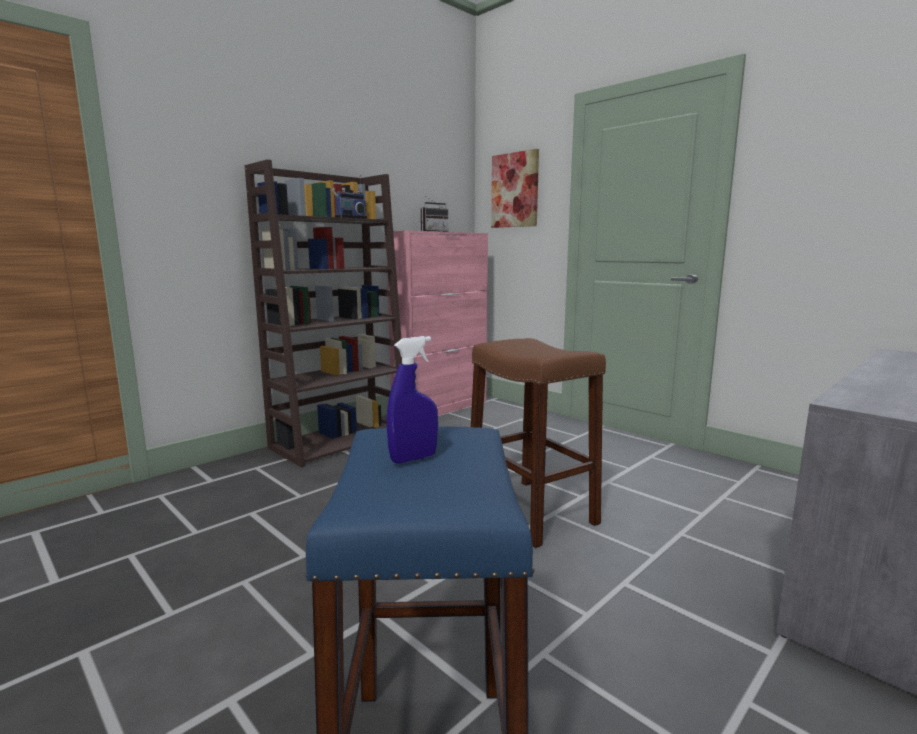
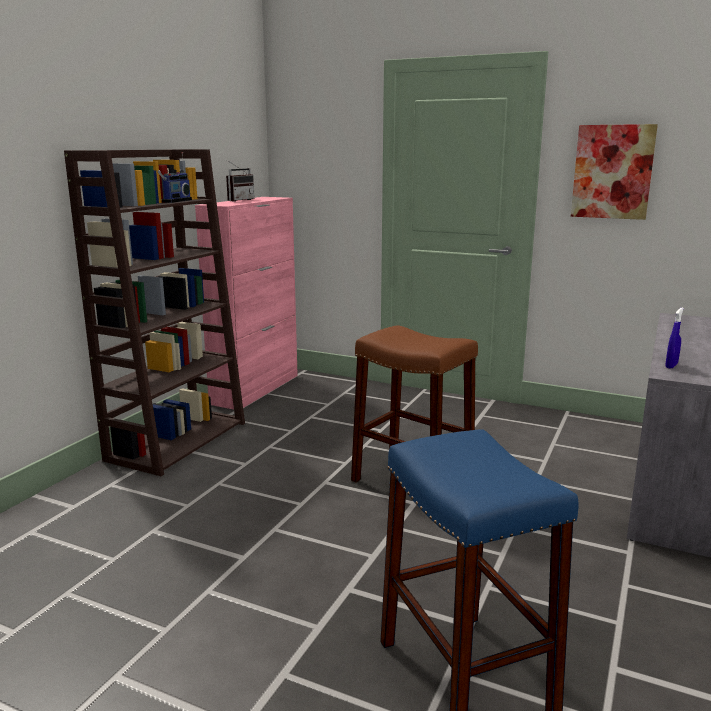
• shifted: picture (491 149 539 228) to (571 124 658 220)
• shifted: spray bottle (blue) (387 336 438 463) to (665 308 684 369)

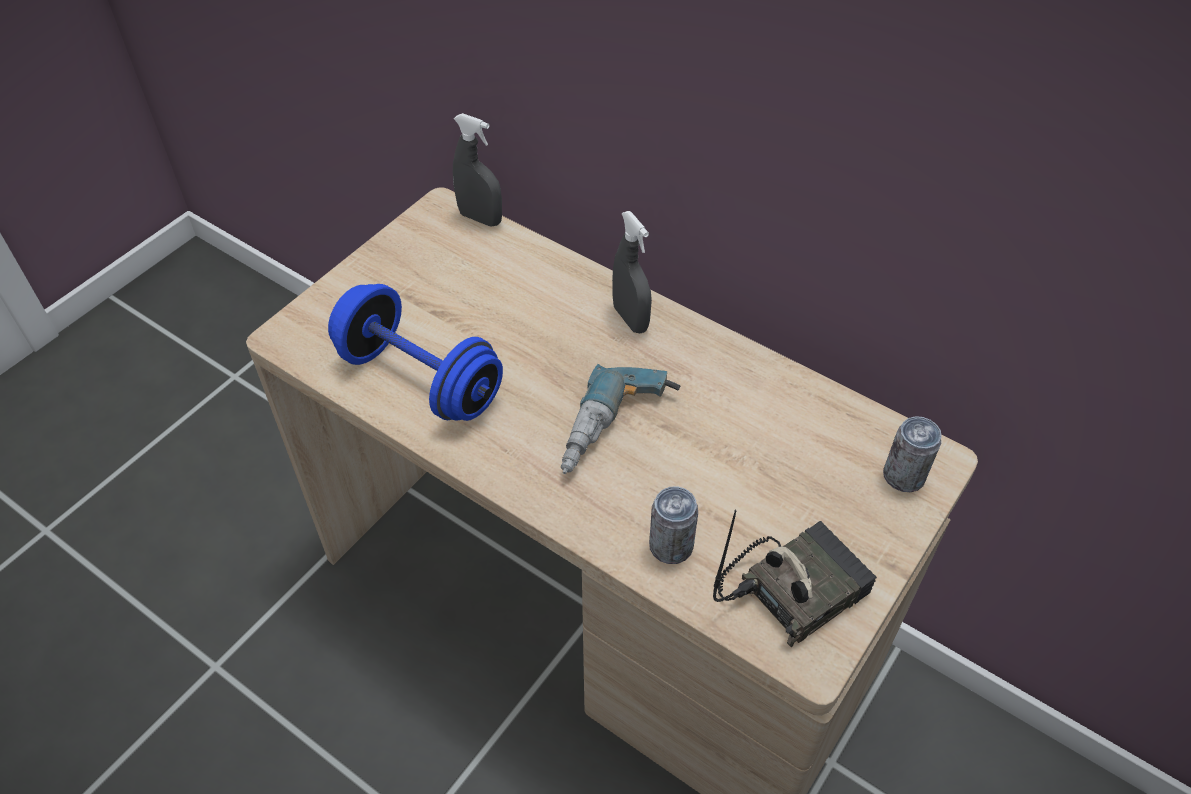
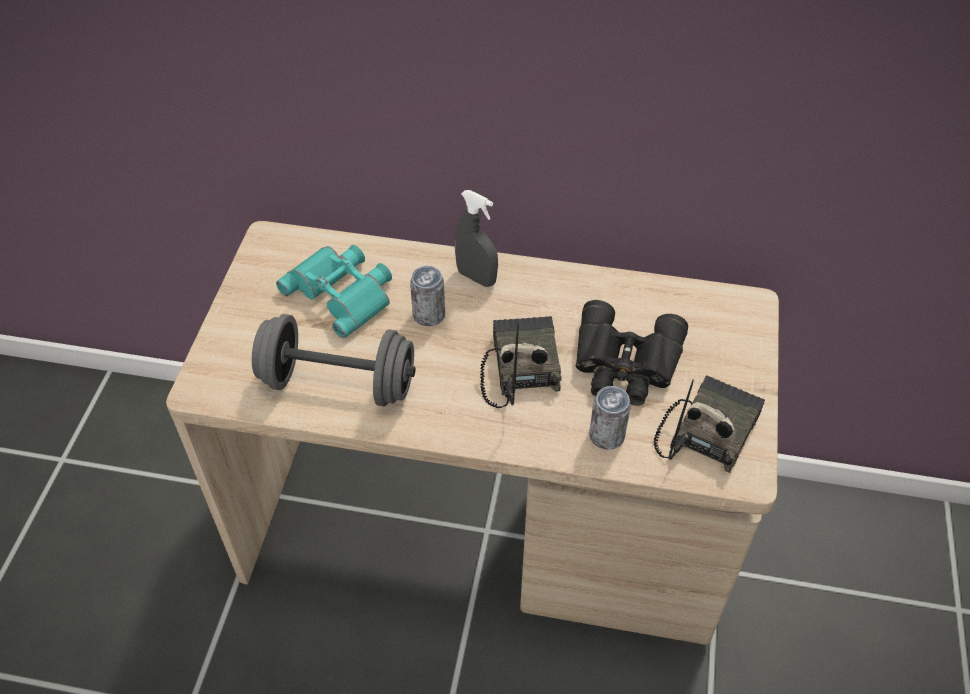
• gone: spray bottle (grey) (453 113 502 226)
• repainted: dumbbell (blue) (328 284 503 421) to dumbbell (grey) (252 314 416 406)
• swapped: power drill (561 364 680 474) to radio (480 316 562 408)
• shifted: can (883 416 942 492) to (410 266 445 326)
• new: binoculars (turquoise) (276 245 392 338)
• new: binoculars (black) (576 300 688 405)

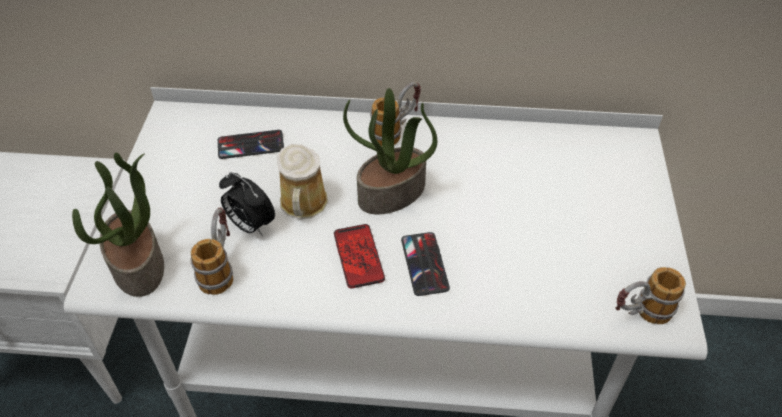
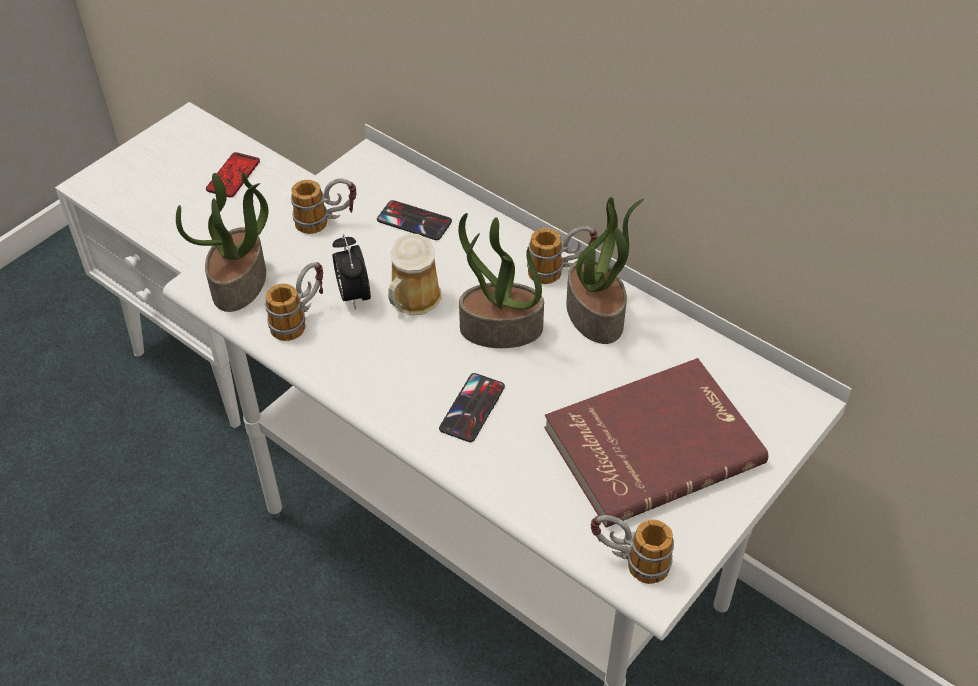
• shifted: phone (334 224 385 289) to (206 152 260 198)
• new: mug (291 178 357 234)
• new: potted plant (566 197 644 344)
• new: book (red) (544 358 768 528)

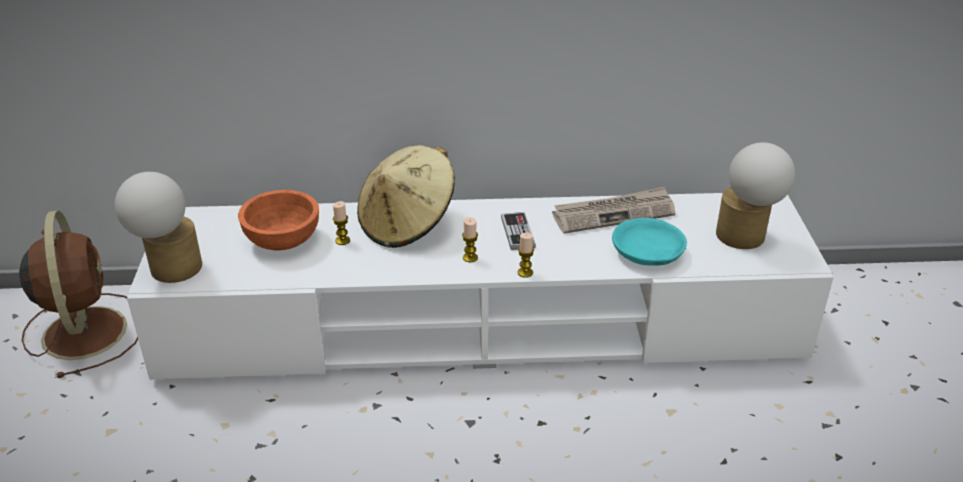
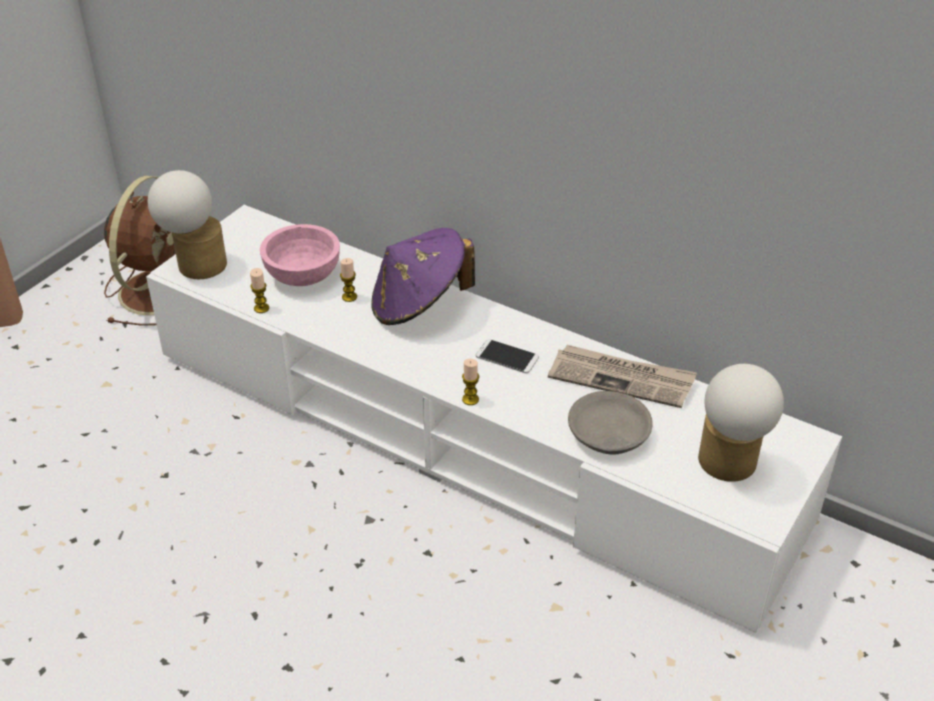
• repainted: hat (beige) (357 145 455 248) to hat (purple) (371 228 475 325)
• repainted: bowl (orange) (238 190 319 250) to bowl (pink) (260 224 340 286)
• swapped: game controller (501 212 536 250) to phone (476 339 539 373)
• shifted: candle (462 217 478 262) to (250 268 269 313)
• repainted: bowl (turquoise) (612 218 687 266) to bowl (grey) (568 391 653 455)

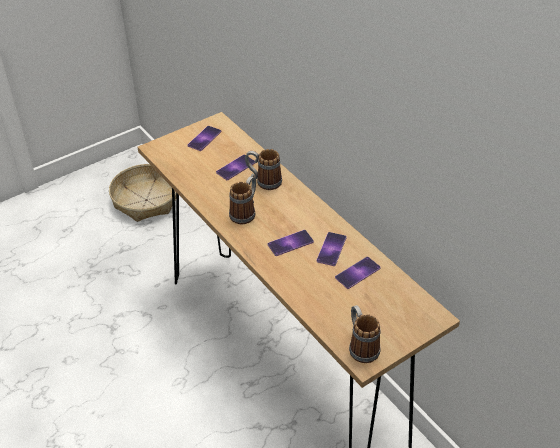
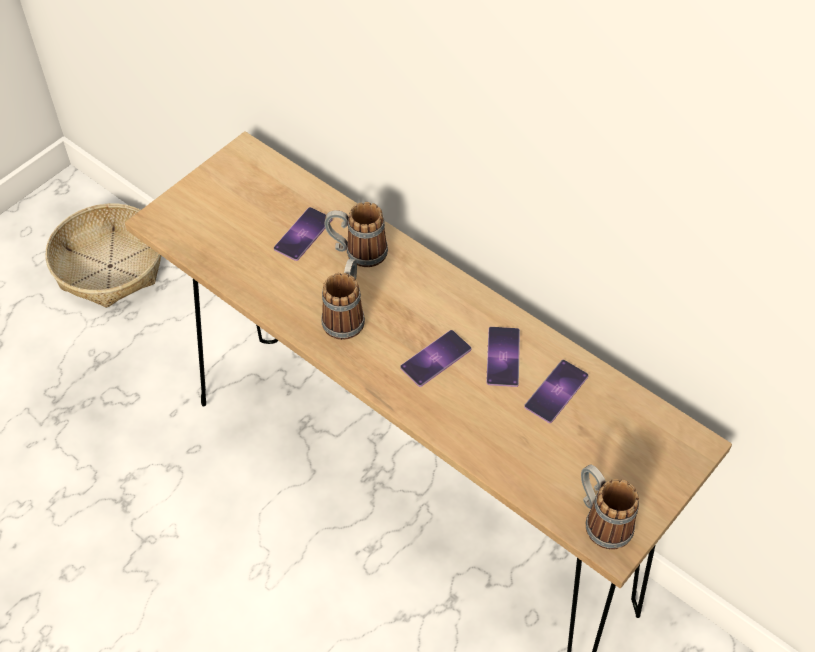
• gone: phone (188 126 221 151)

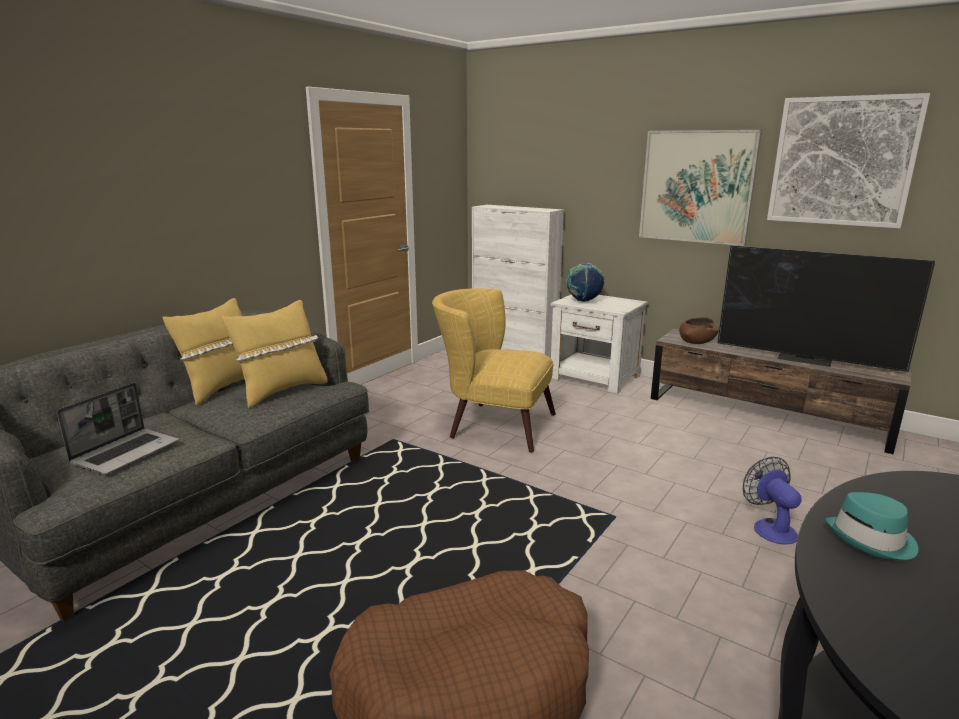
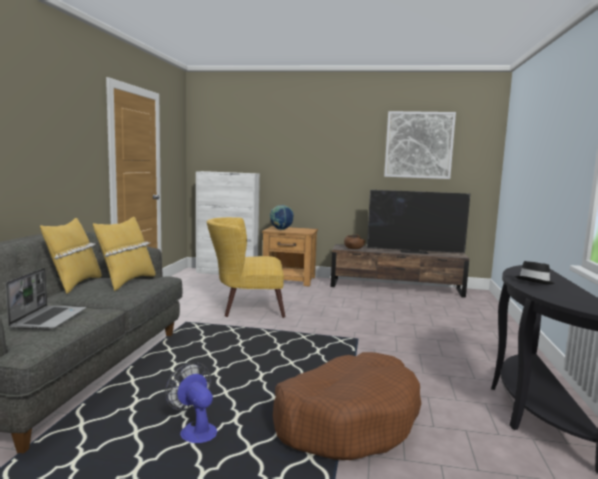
• gone: picture (639 130 762 246)
• repainted: nightstand (white) (551 295 648 394) to nightstand (brown) (262 226 318 287)
• shifted: fan (743 457 802 545) to (165 362 217 443)
• repainted: hat (turquoise) (825 492 918 560) to hat (black) (515 261 555 284)

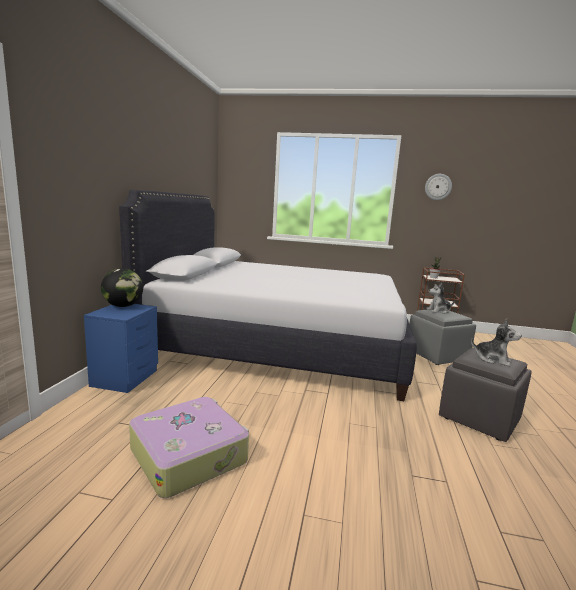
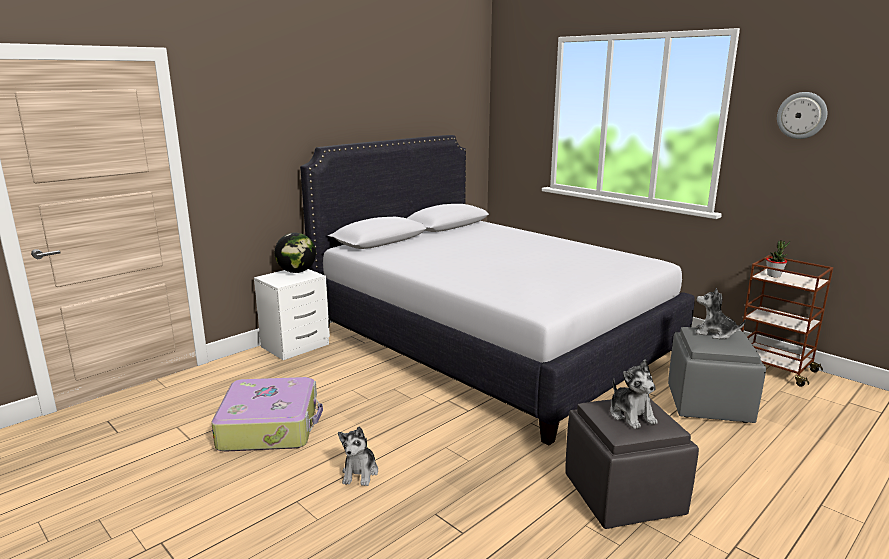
• repainted: nightstand (blue) (84 304 158 393) to nightstand (white) (254 269 330 360)
• new: plush toy (338 426 378 486)

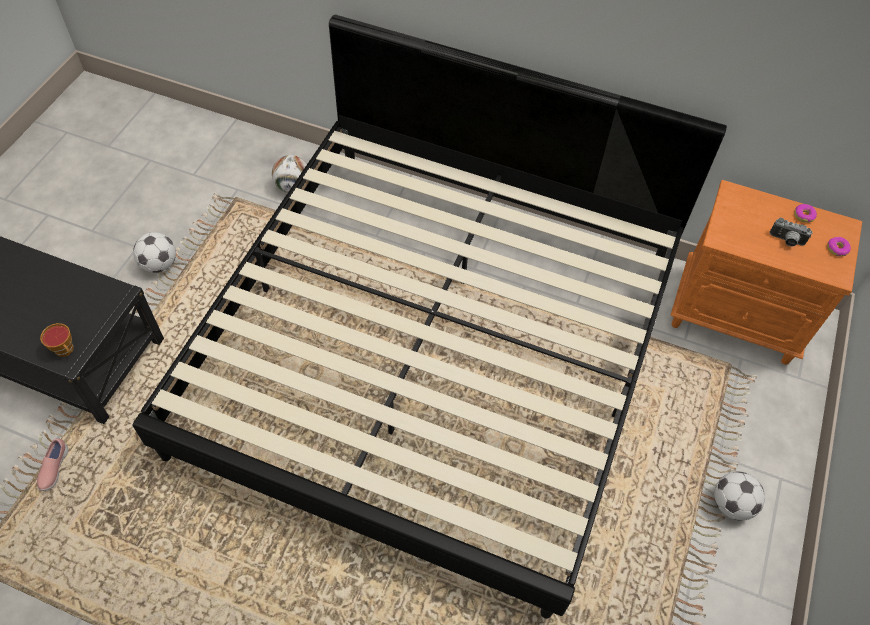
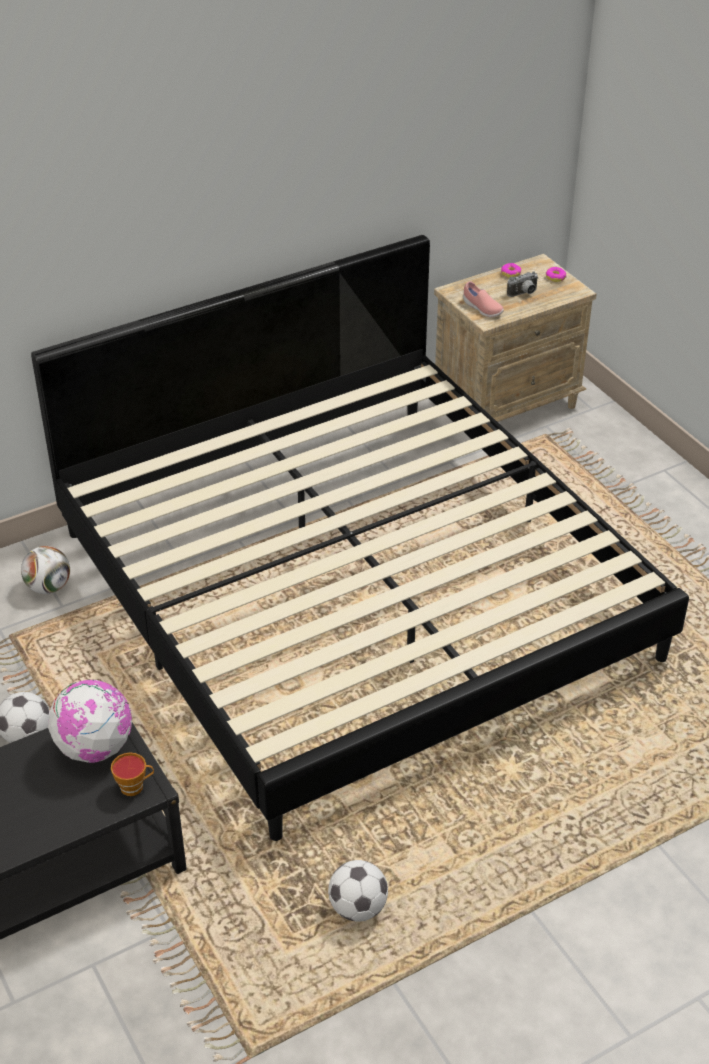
• repainted: nightstand (orange) (670 180 862 365) to nightstand (beige) (434 254 597 422)
• shifted: shoe (pink) (37 439 68 491) to (463 281 504 317)
• shifted: football (714 472 765 521) to (328 860 388 922)
• new: globe (48 680 132 763)

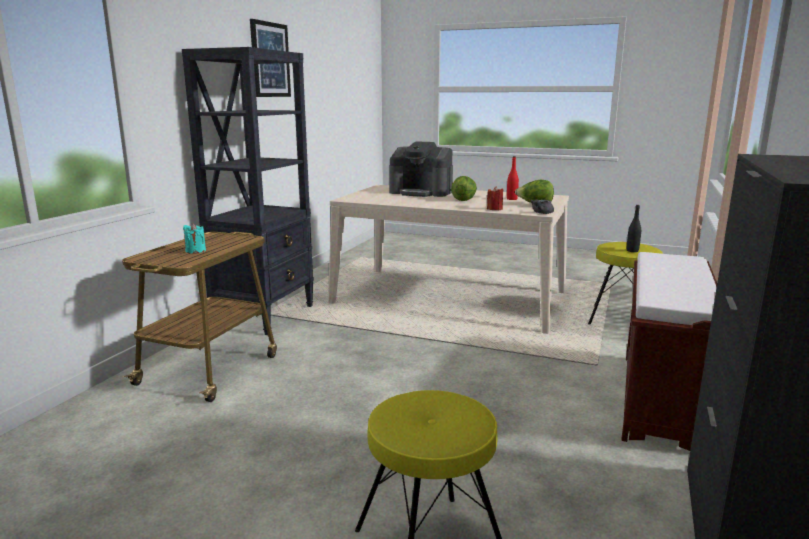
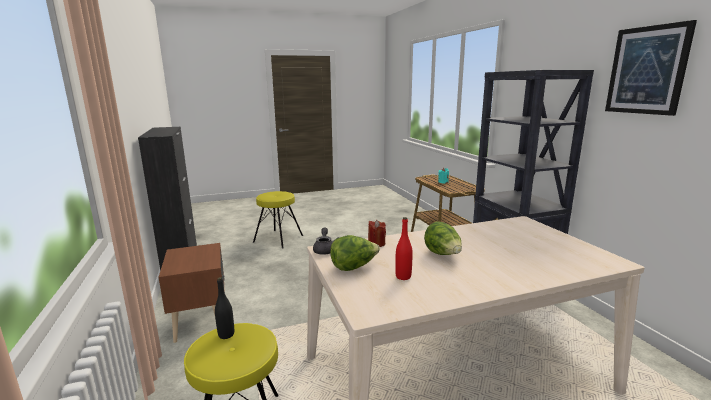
• gone: coffee machine (389 141 453 197)
• swapped: bench (brown) (621 252 717 451) to nightstand (brown) (159 243 225 343)

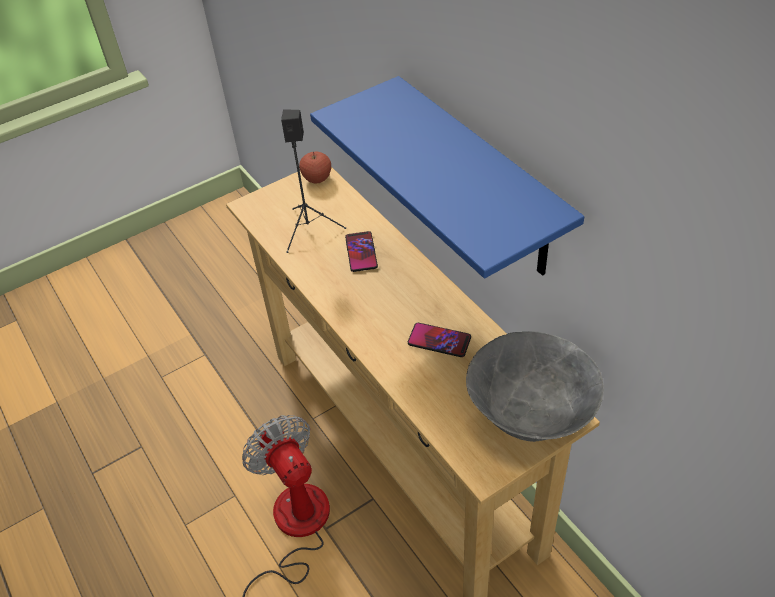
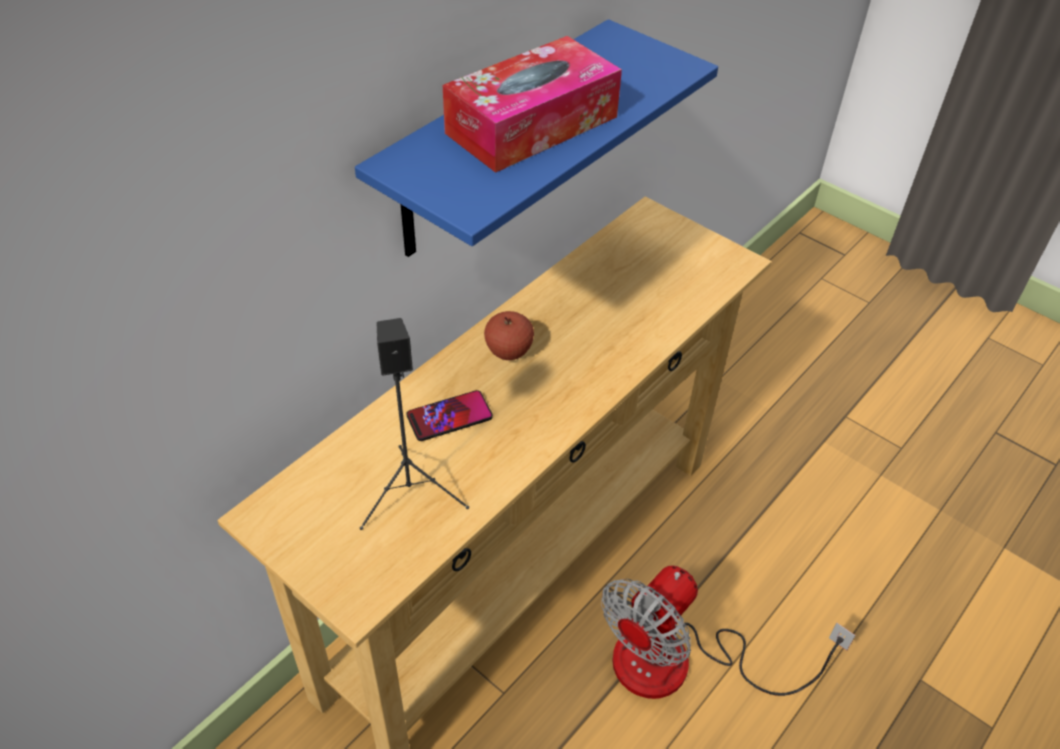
• shifted: apple (299 151 331 184) to (484 311 534 360)
• gone: phone (408 323 471 357)
• gone: bowl (grey) (466 331 604 442)
• new: tissue box (443 36 622 173)

